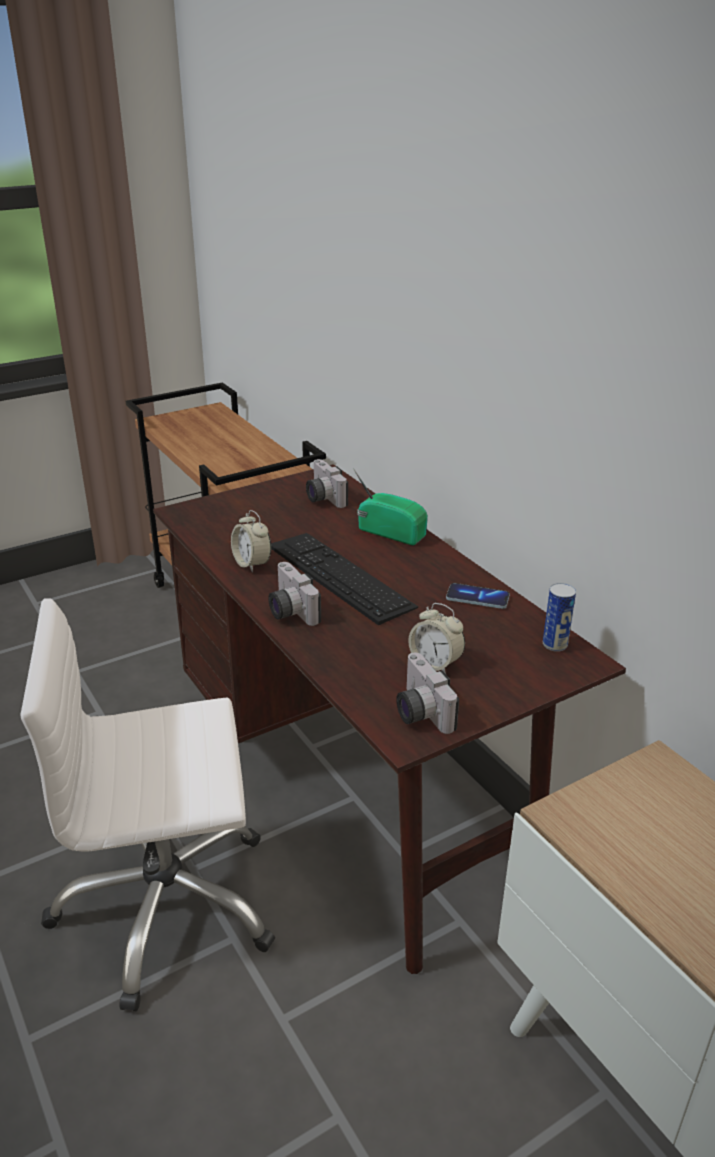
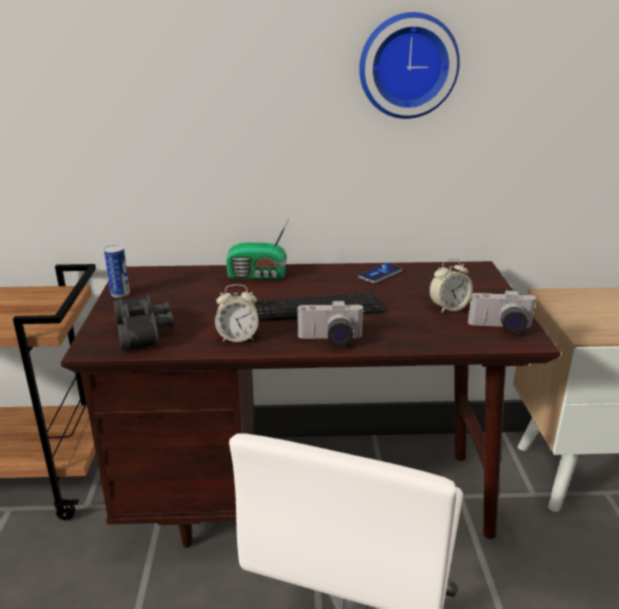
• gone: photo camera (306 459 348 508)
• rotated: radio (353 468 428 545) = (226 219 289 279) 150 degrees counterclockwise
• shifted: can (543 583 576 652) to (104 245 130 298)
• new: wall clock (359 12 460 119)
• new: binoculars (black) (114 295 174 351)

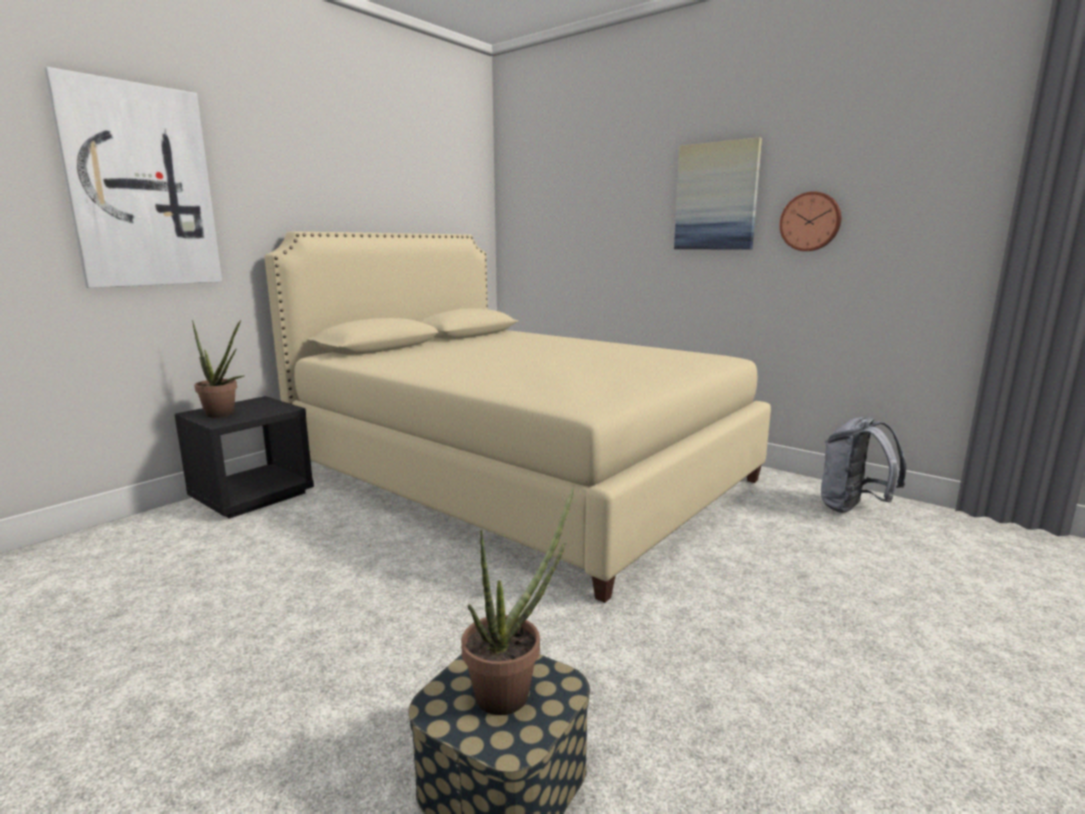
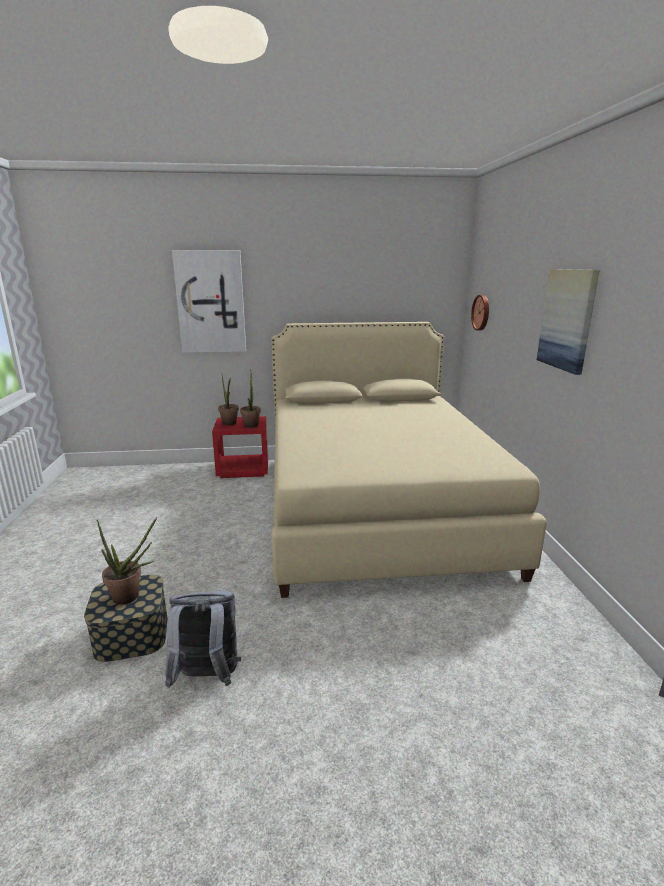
• shifted: wall clock (780 191 841 251) to (471 295 489 331)
• repainted: nightstand (black) (174 396 314 519) to nightstand (red) (212 416 268 478)
• shifted: backpack (grey) (821 417 906 513) to (165 591 241 688)
• new: potted plant (240 369 261 428)

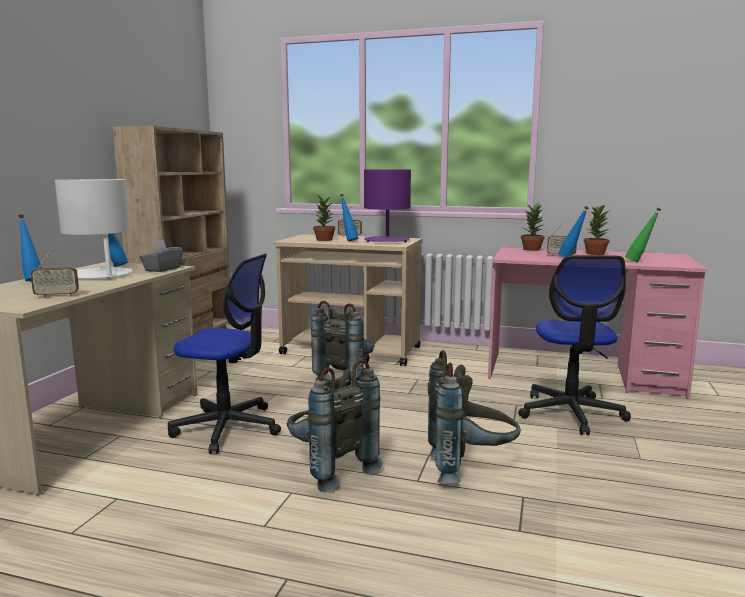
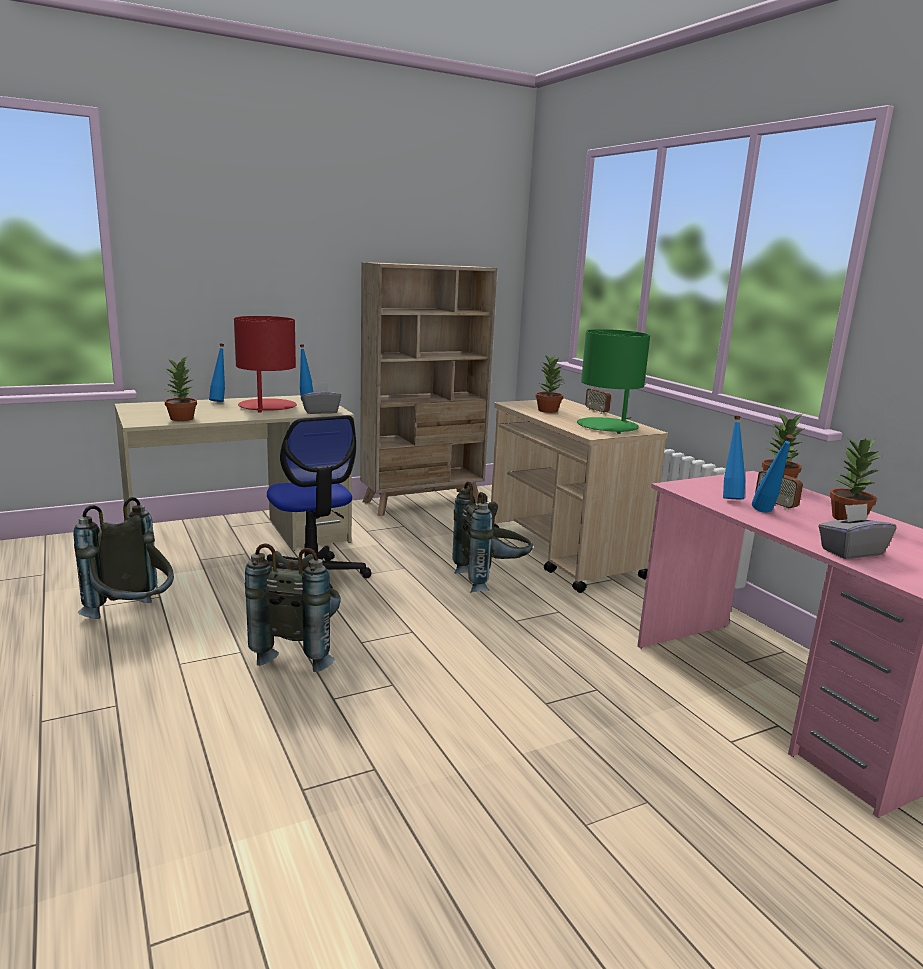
• repainted: table lamp (purple) (364 170 411 242) to table lamp (green) (577 329 650 434)
• repainted: table lamp (white) (55 179 133 279) to table lamp (red) (234 316 297 413)
• shifted: bottle (blue) (340 194 358 241) to (723 416 745 499)
• swapped: bottle (green) (625 208 661 263) to tissue box (grey) (818 504 896 559)
• swapped: radio (31 247 79 298) to potted plant (165 357 197 421)
• gone: office chair (518 255 631 435)
• shifted: backpack (grey) (428 350 521 483) to (73 497 174 619)

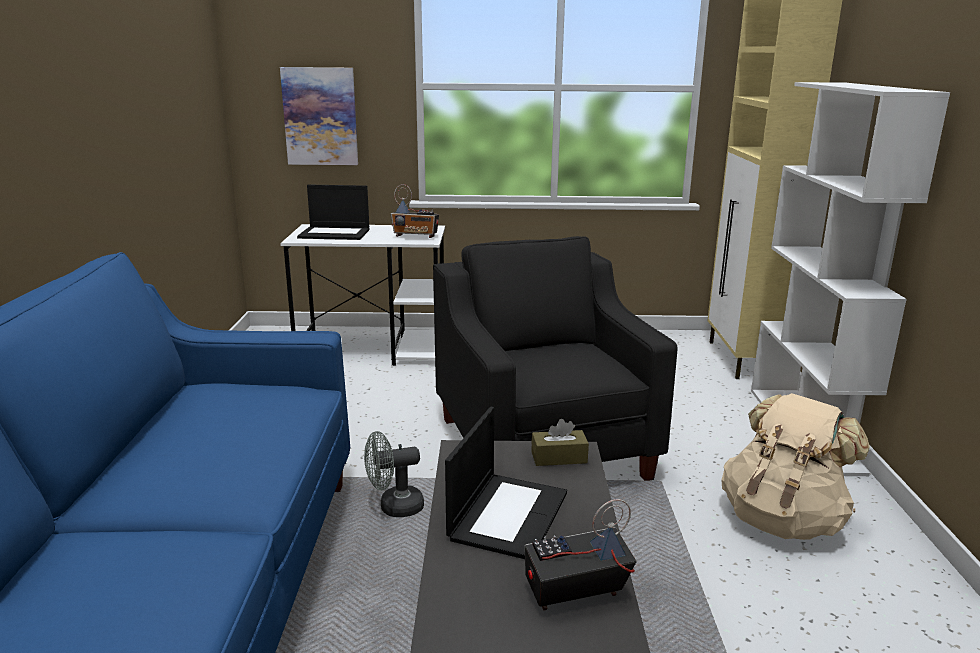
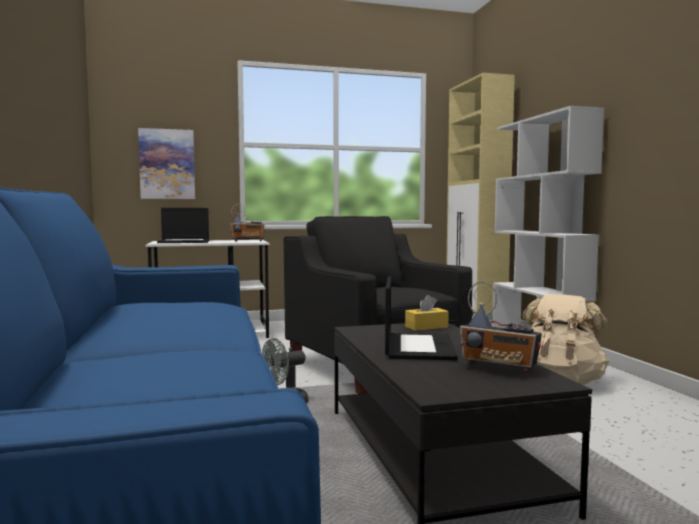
• repainted: tissue box (brown) (531 419 589 466) to tissue box (yellow) (405 295 449 331)
• rotated: radio (525 499 637 611) = (460 281 542 373) 120 degrees counterclockwise

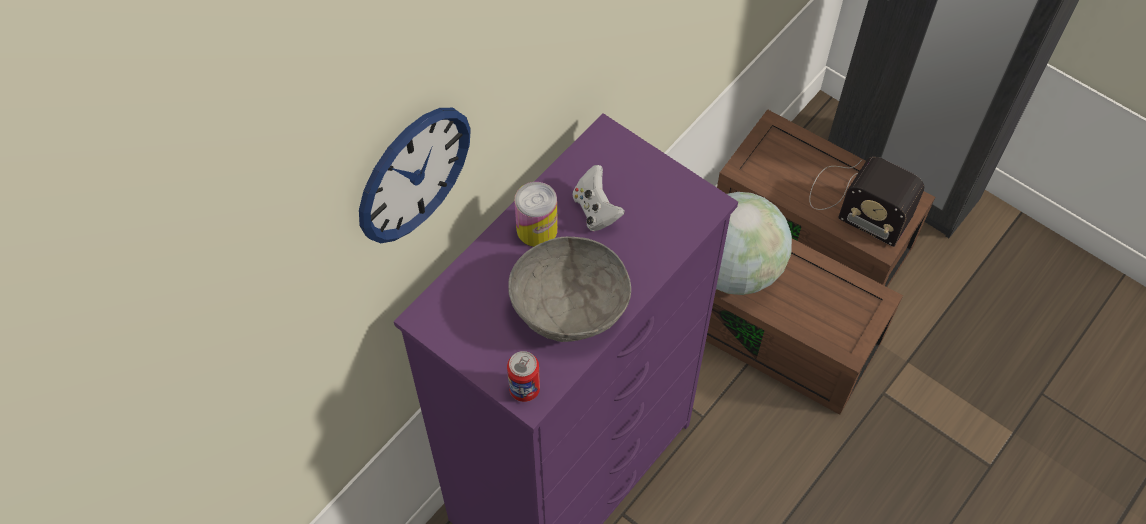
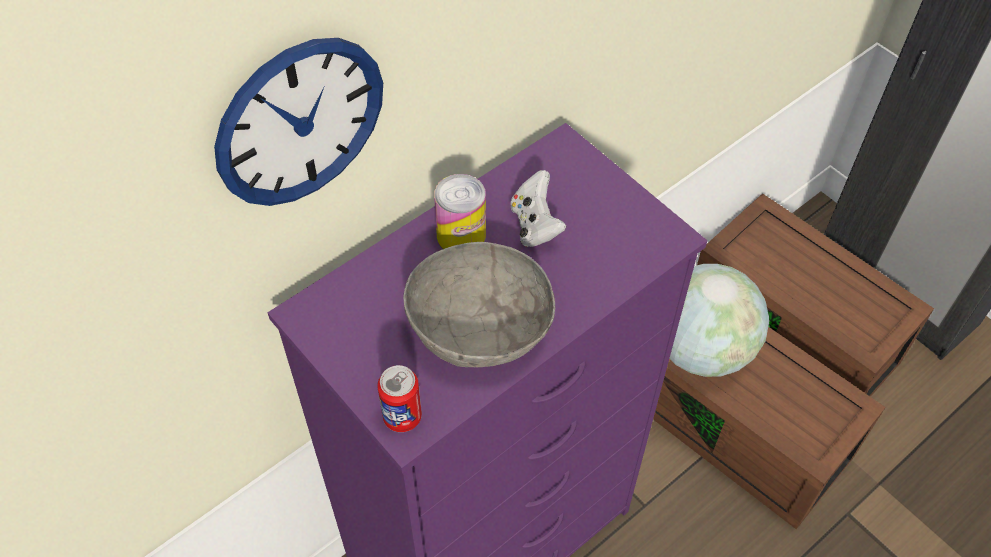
• gone: radio (809 157 924 247)

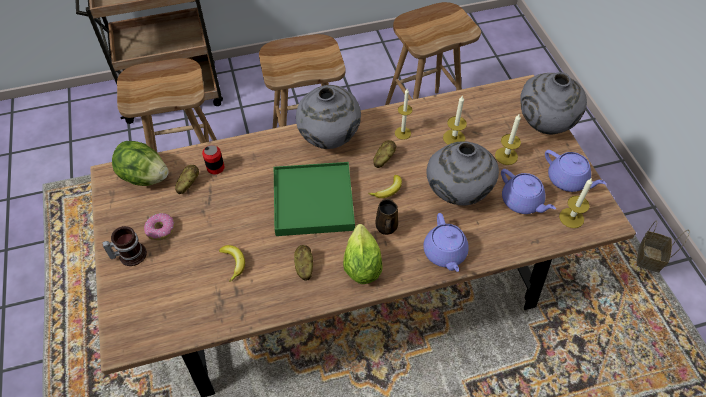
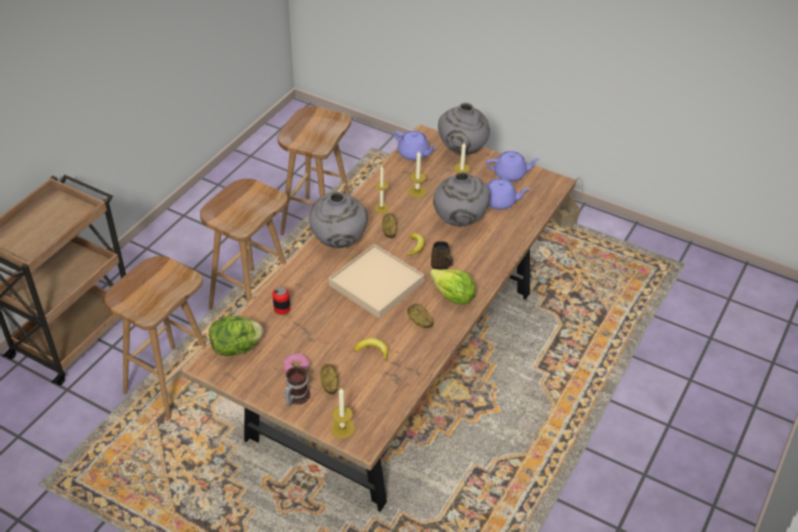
• repainted: tray (green) (274 162 355 236) to tray (beige) (329 244 424 319)
• shifted: potato (175 165 199 194) to (320 364 338 395)
• shifted: candle (559 178 593 228) to (331 388 355 439)
• shifted: teapot (purple) (423 213 469 272) to (394 131 437 161)

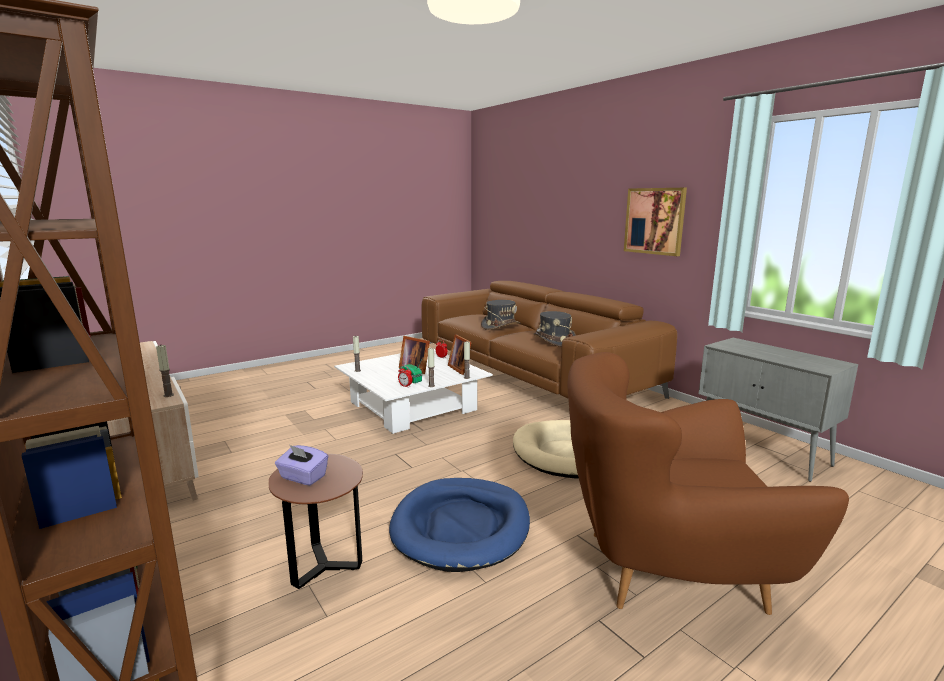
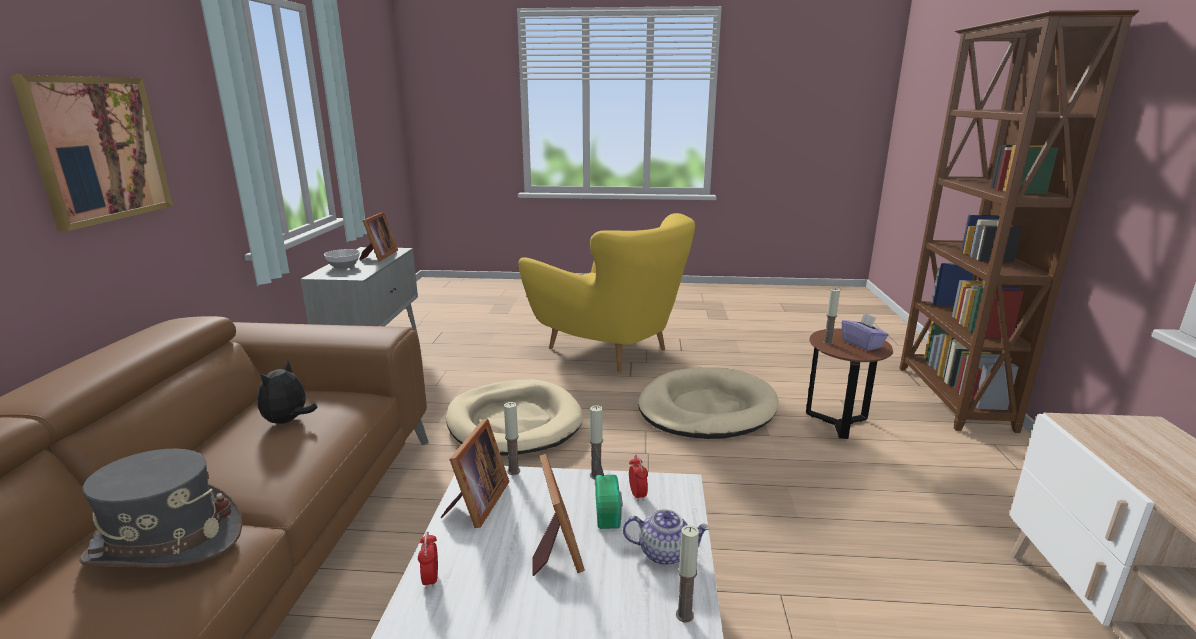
• swapped: hat (grey) (534 311 576 347) to plush toy (257 361 318 424)
• shifted: candle (156 345 174 397) to (823 288 840 345)
• repainted: armchair (brown) (568 352 849 615) to armchair (yellow) (519 213 695 373)
• repainted: dog bed (blue) (389 478 530 572) to dog bed (beige) (638 367 778 439)
• new: picture frame (359 212 398 261)
• new: bowl (324 249 360 269)
• new: teapot (623 510 710 565)

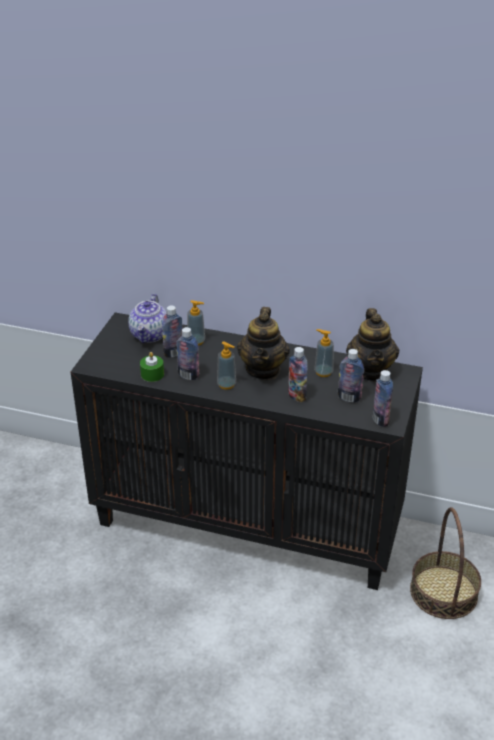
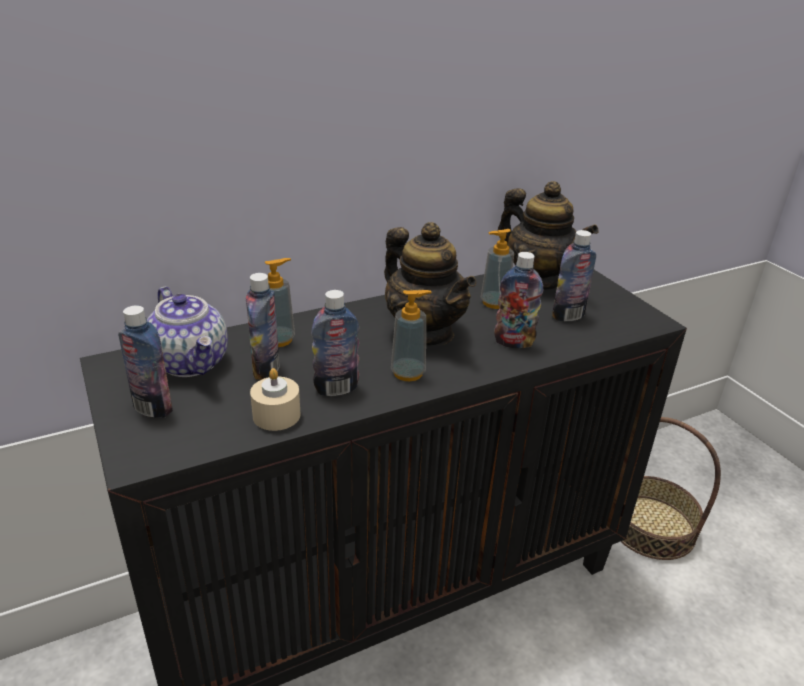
• repainted: candle (green) (140 352 164 382) to candle (beige) (250 368 301 431)
• shifted: bottle (372 370 393 427) to (118 305 173 418)

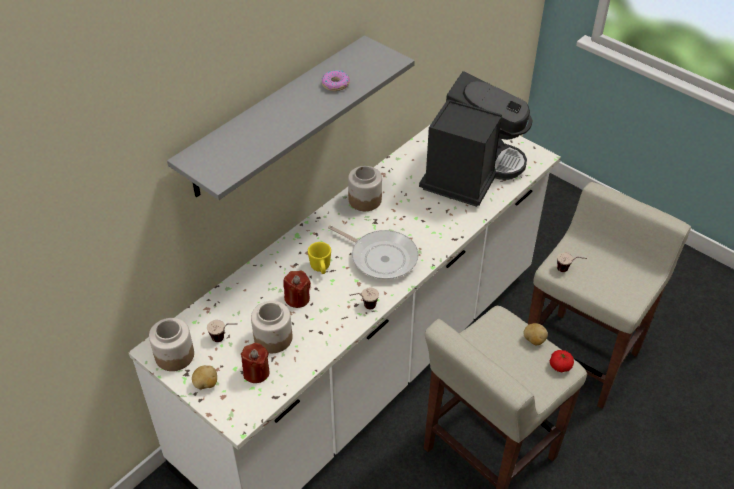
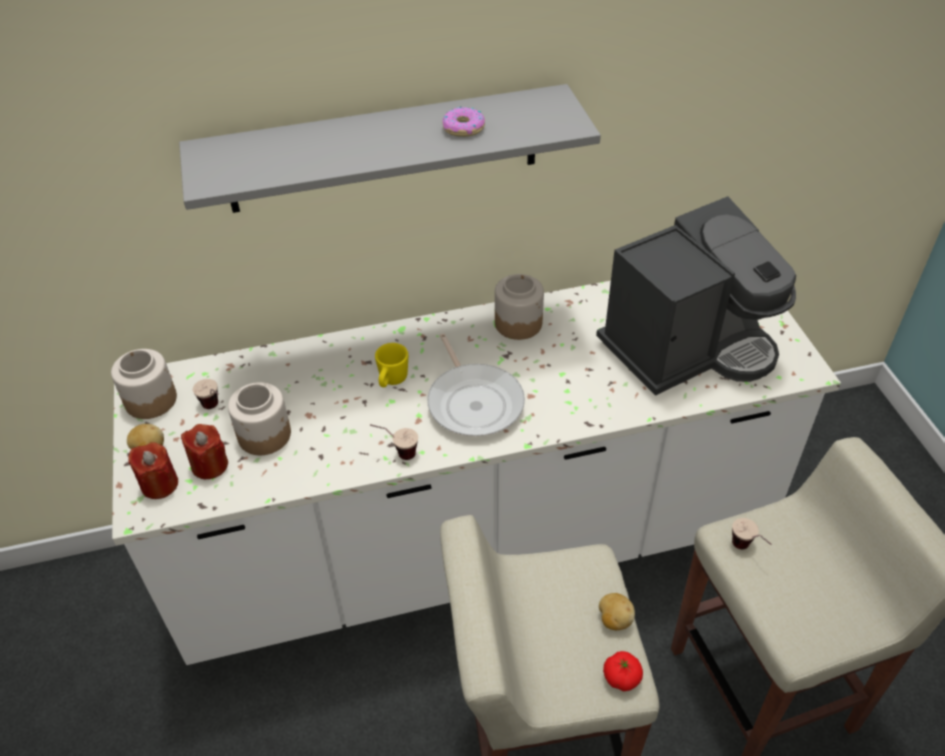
• shifted: candle (red) (283 270 311 308) to (128 442 178 499)

